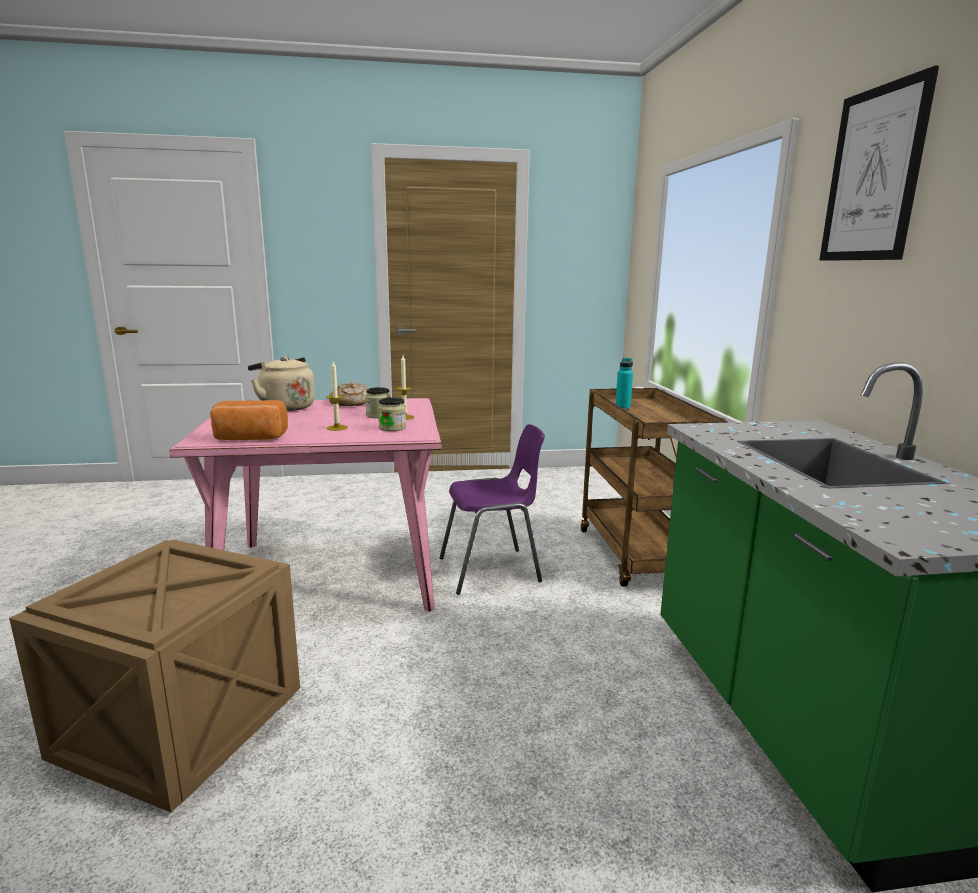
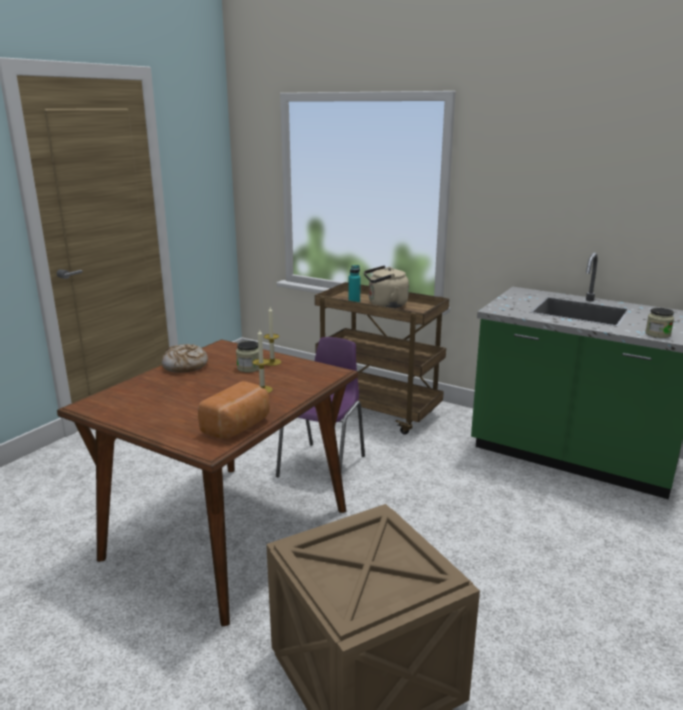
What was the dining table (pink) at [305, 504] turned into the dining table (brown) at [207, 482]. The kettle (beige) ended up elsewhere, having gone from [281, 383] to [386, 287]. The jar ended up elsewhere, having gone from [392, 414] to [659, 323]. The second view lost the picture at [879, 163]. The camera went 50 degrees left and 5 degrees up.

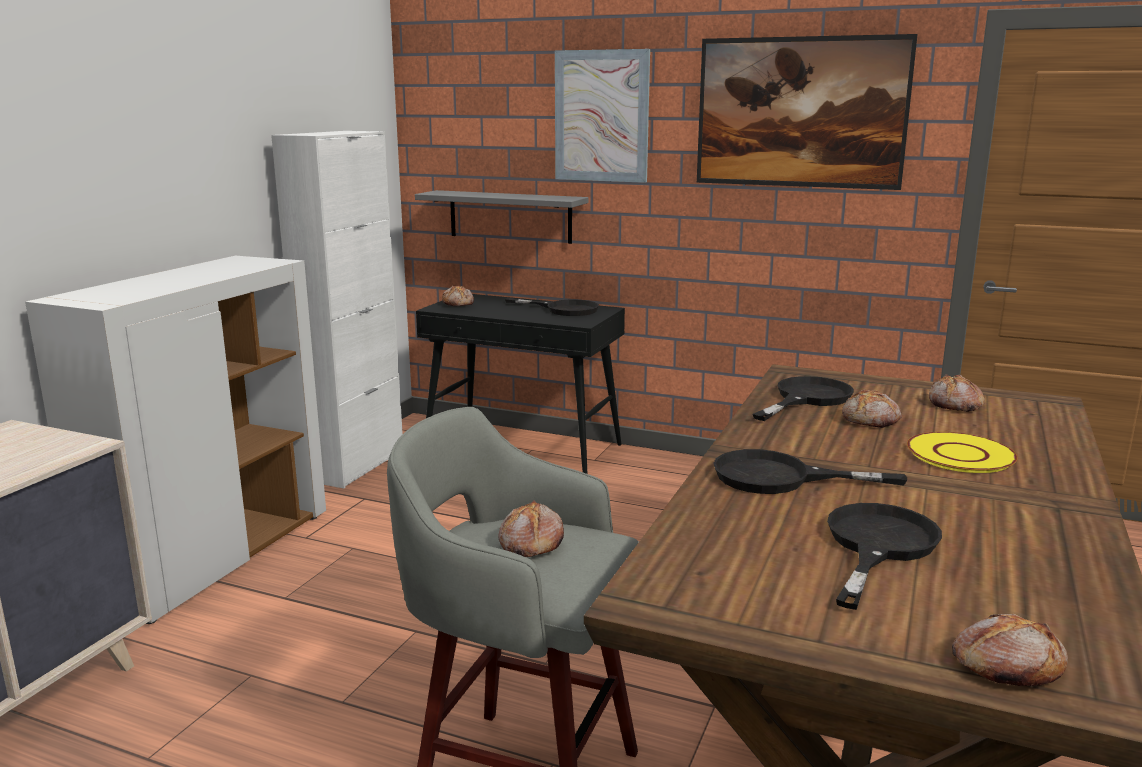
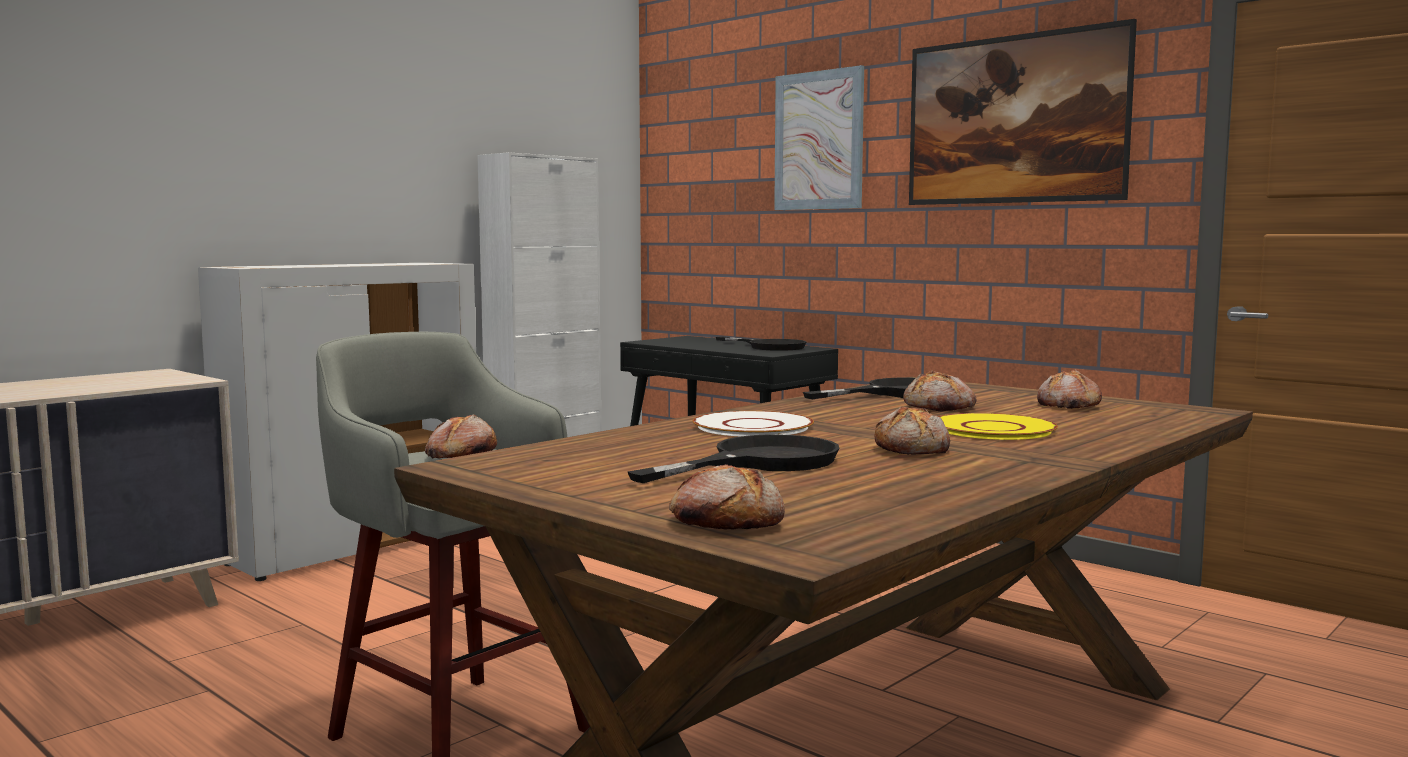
The second view lost the shelf (grey) at [501, 217]. The bread ended up elsewhere, having gone from [458, 296] to [912, 430]. Where the frying pan (black) stood at [810, 471], the plate (white) came to stand at [753, 424]. The camera went 20 degrees right and 10 degrees down.

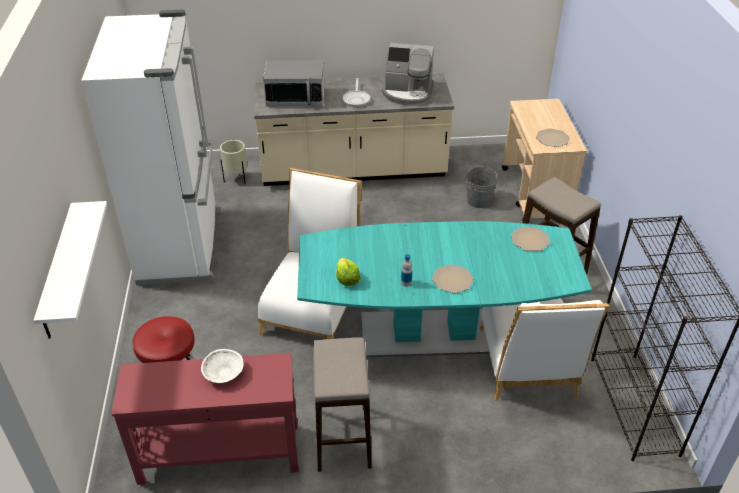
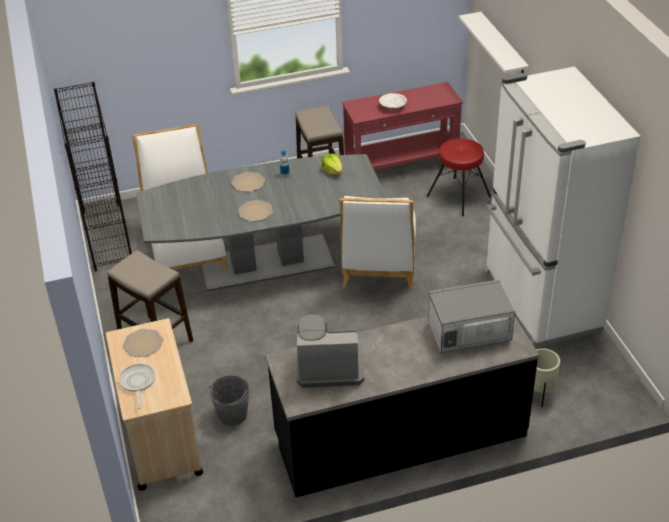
What was the counter (beige) at [354, 130] turned into the counter (black) at [402, 406]. What was the dining table (turquoise) at [444, 289] turned into the dining table (grey) at [261, 222]. The frying pan ended up elsewhere, having gone from [356, 92] to [137, 386]. The plate ended up elsewhere, having gone from [530, 239] to [255, 211]. The camera went 170 degrees right and 0 degrees up.

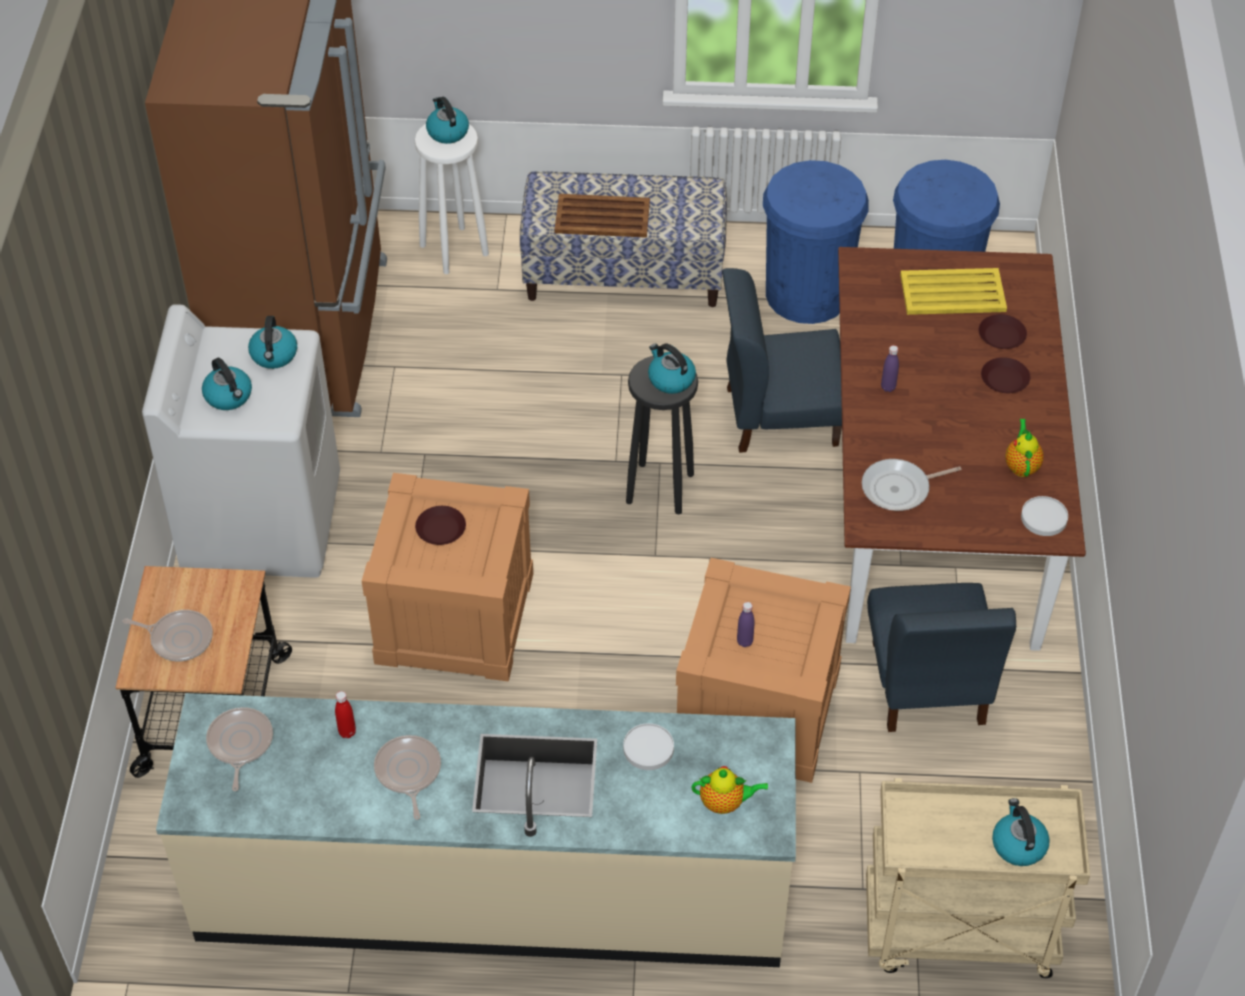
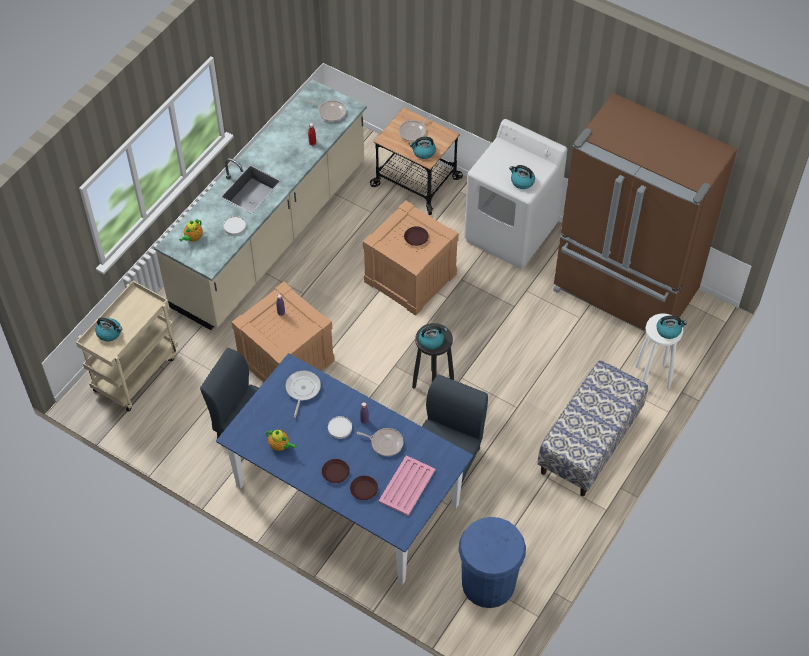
The kettle ended up elsewhere, having gone from [227, 384] to [422, 148]. The frying pan ended up elsewhere, having gone from [407, 777] to [380, 442]. The second view lost the tray (brown) at [602, 216]. The second view lost the trash can (blue) at [816, 242]. What was the dining table (brown) at [962, 449] turned into the dining table (blue) at [344, 469]. What was the tray (yellow) at [953, 291] turned into the tray (pink) at [407, 485]. The plate (white) ended up elsewhere, having gone from [1044, 516] to [340, 427]. The camera went 120 degrees right and 5 degrees up.

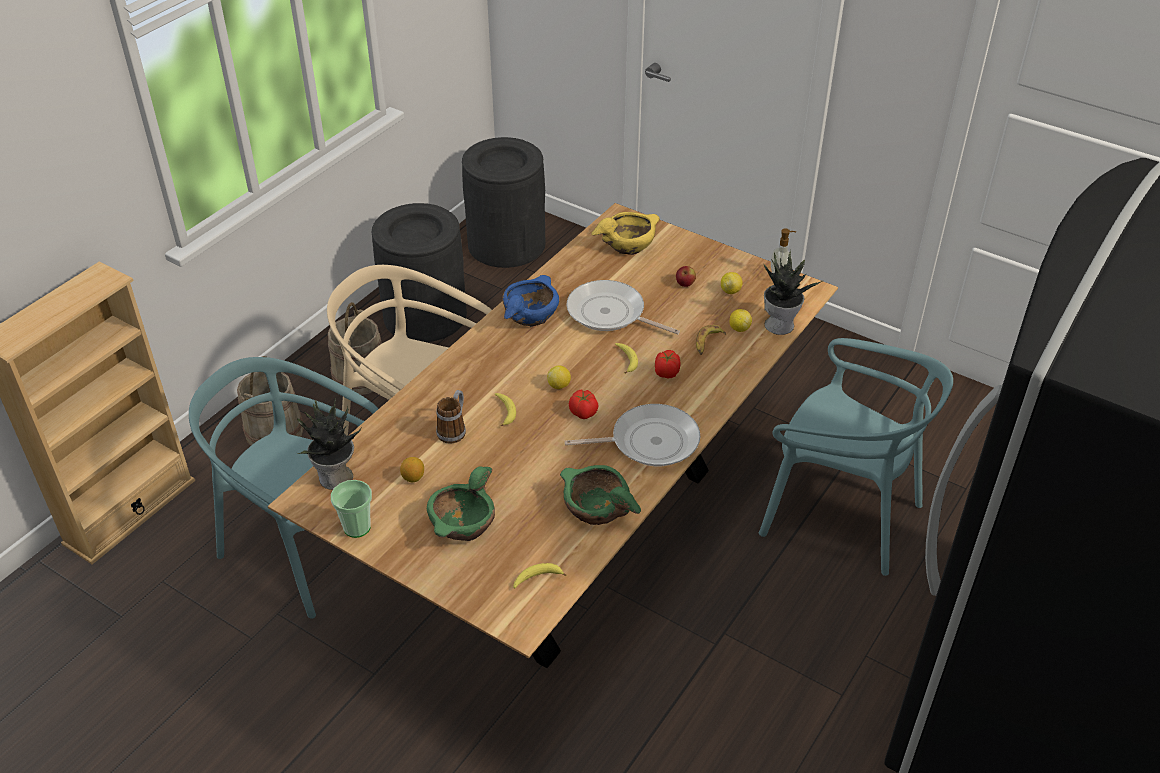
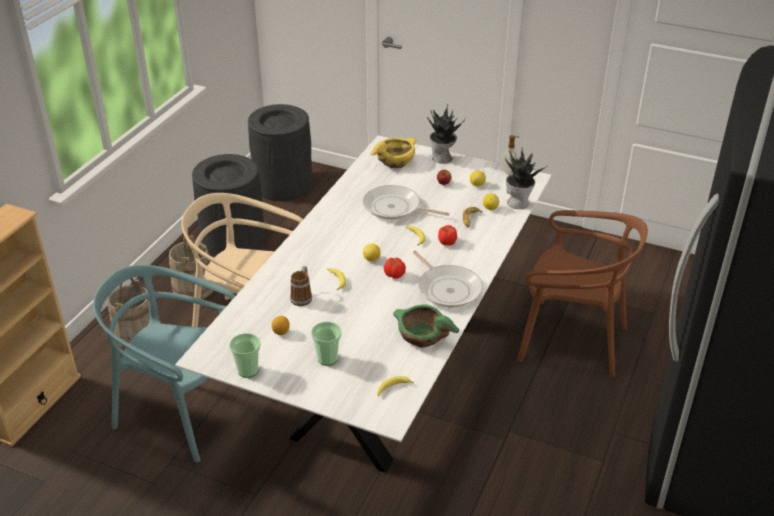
What was the dining table (brown) at [553, 435] turned into the dining table (white) at [363, 304]. The potted plant ended up elsewhere, having gone from [329, 444] to [446, 134]. Where the bowl (green) stood at [461, 503], the cup came to stand at [326, 344]. The second view lost the bowl (blue) at [530, 301]. The frying pan at [632, 435] ended up facing another way, 75 degrees clockwise from before. What was the chair (turquoise) at [856, 457] turned into the chair (brown) at [582, 293]. The camera went 10 degrees left and 5 degrees down.

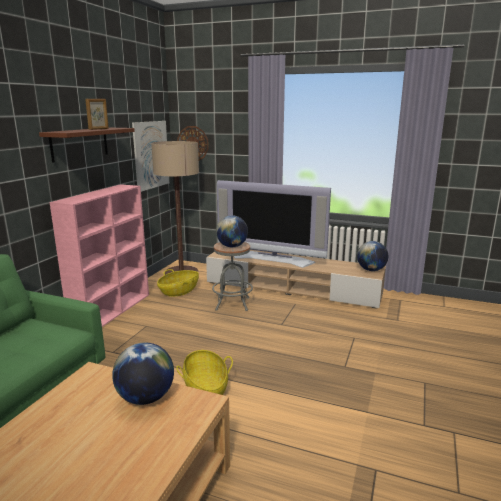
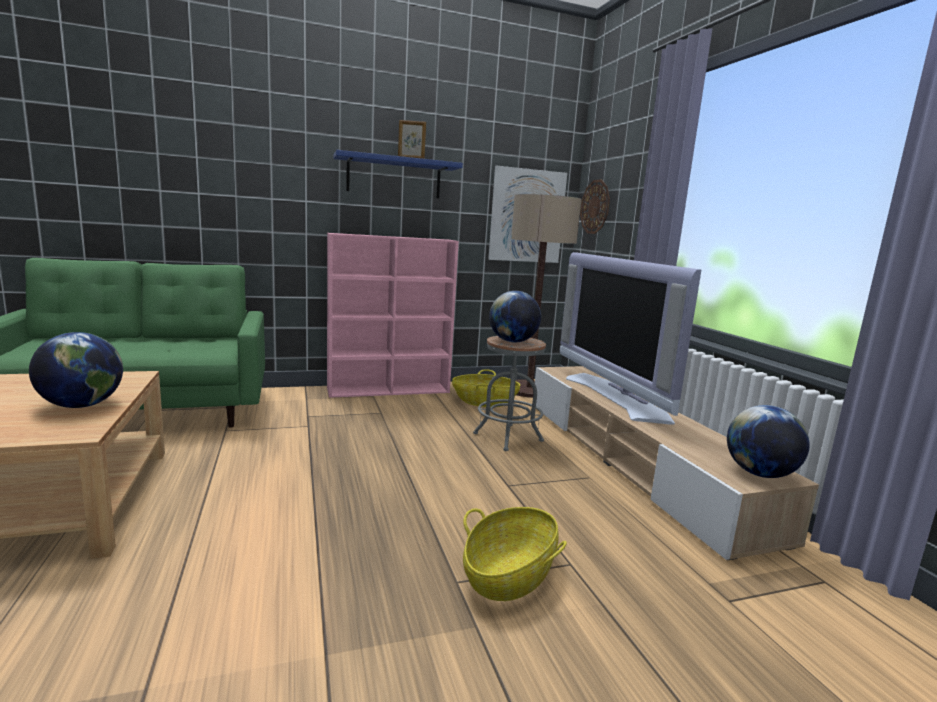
What was the shelf (brown) at [87, 145] turned into the shelf (blue) at [398, 174]. The basket ended up elsewhere, having gone from [204, 372] to [515, 554]. The camera went 50 degrees right and 5 degrees down.

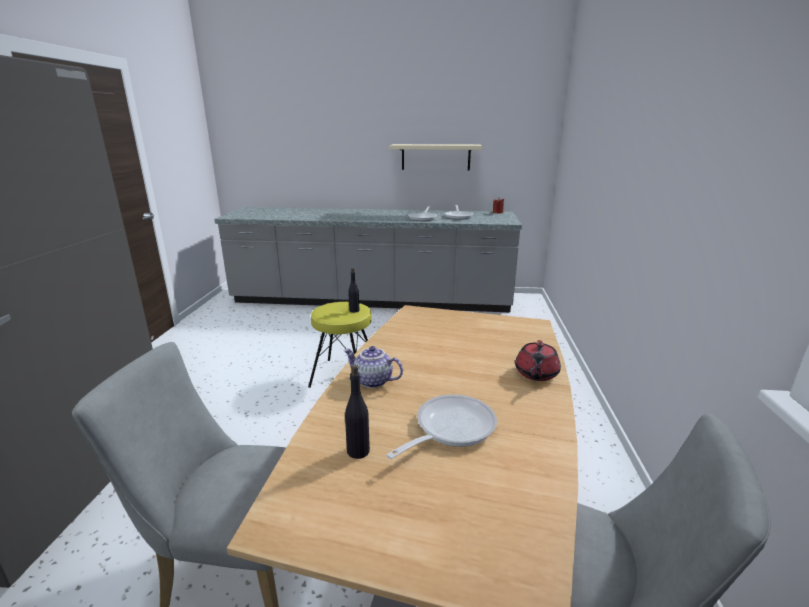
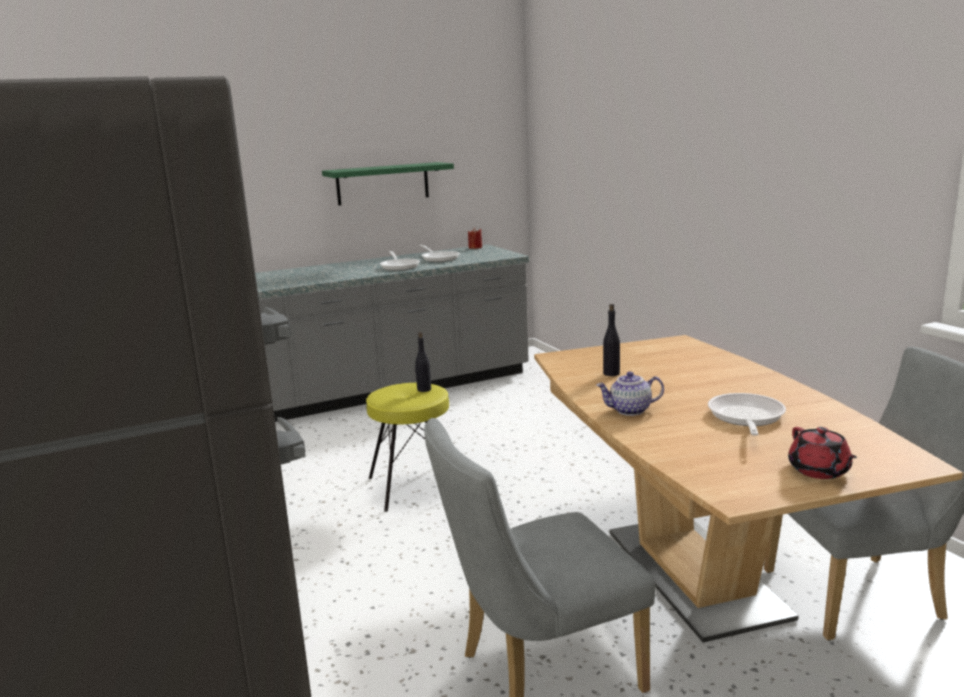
The bottle (black) ended up elsewhere, having gone from [357, 412] to [611, 340]. What was the shelf (beige) at [435, 157] turned into the shelf (green) at [388, 183]. The teapot (red) ended up elsewhere, having gone from [538, 360] to [822, 453]. The camera went 30 degrees left and 5 degrees down.

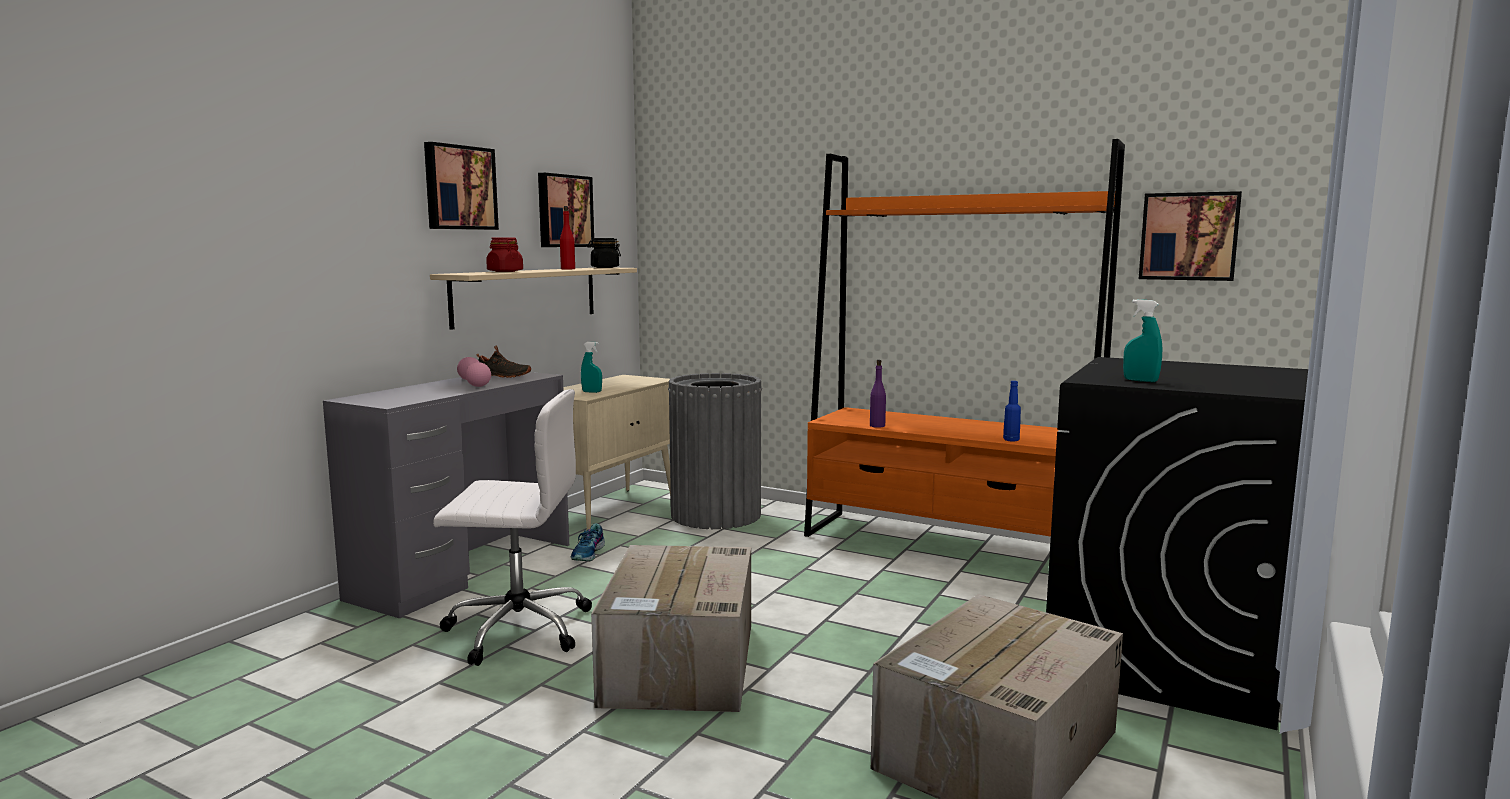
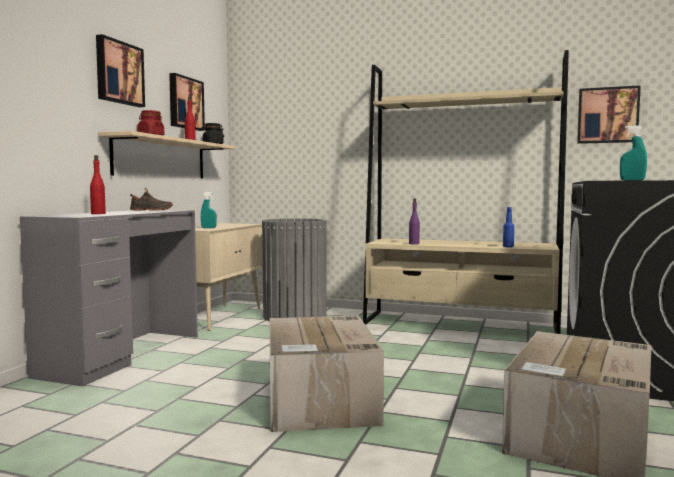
The second view lost the office chair (white) at [512, 527]. The second view lost the dumbbell (pink) at [474, 372]. The second view lost the shoe at [588, 542]. What was the bookcase (orange) at [964, 338] turned into the bookcase (beige) at [466, 192]. The second view gained the bottle (red) at [98, 184]. The camera went 10 degrees left and 5 degrees down.

